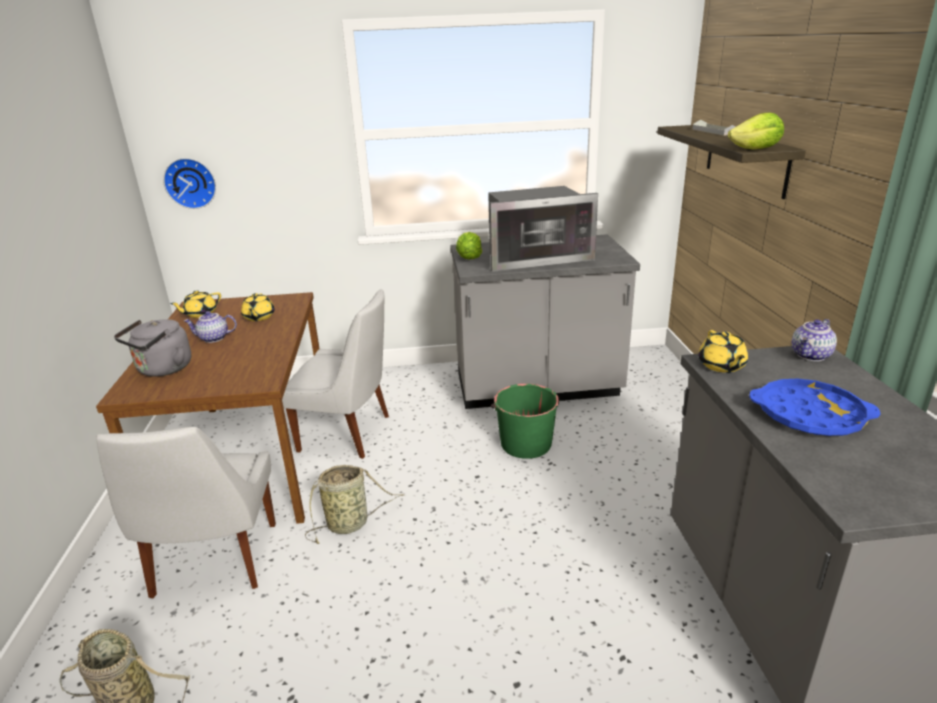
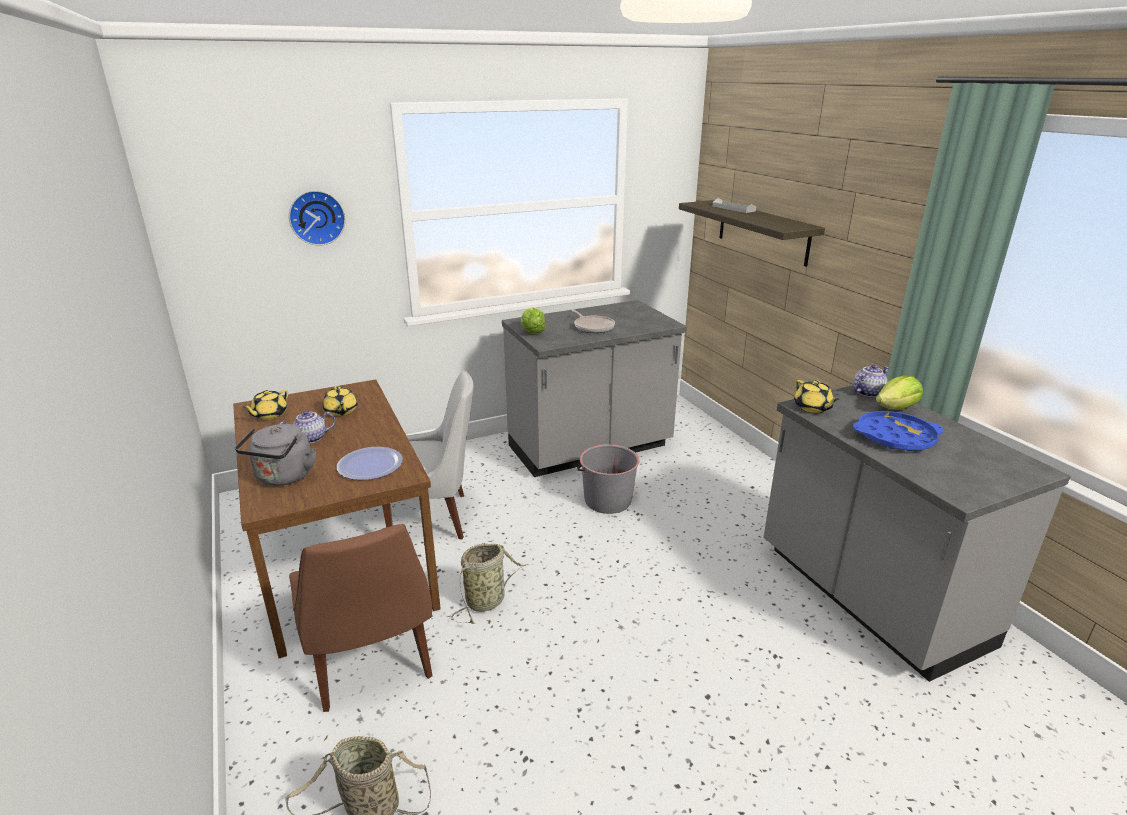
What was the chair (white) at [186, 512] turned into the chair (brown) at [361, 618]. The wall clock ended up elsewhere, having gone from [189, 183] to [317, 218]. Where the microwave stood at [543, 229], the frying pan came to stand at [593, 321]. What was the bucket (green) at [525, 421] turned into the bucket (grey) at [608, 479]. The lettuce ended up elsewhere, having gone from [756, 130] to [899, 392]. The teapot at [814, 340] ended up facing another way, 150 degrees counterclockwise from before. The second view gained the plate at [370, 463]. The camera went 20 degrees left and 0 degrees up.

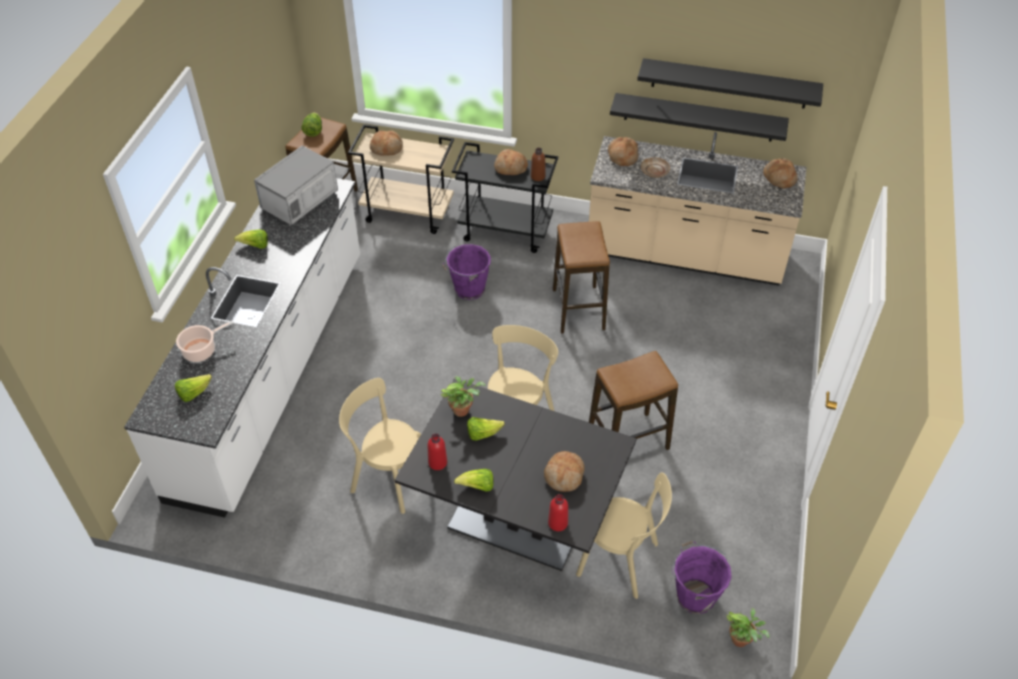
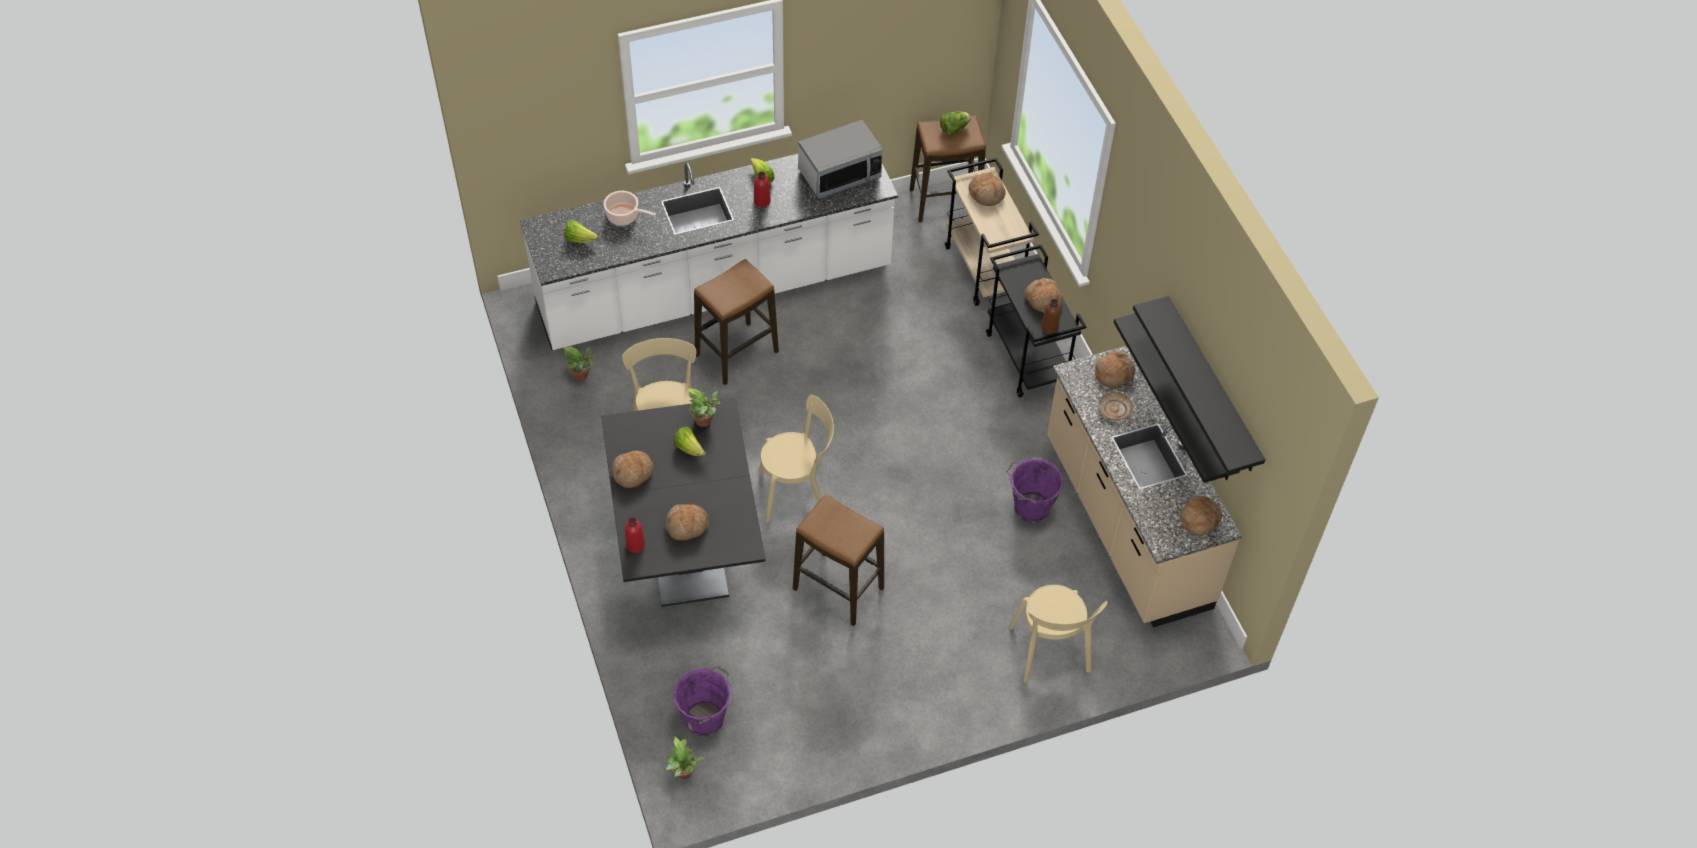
The microwave at [296, 185] ended up facing another way, 150 degrees clockwise from before. The bottle (red) ended up elsewhere, having gone from [437, 451] to [762, 189]. The bucket (purple) ended up elsewhere, having gone from [466, 272] to [1035, 490]. Where the lettuce stood at [473, 480], the bread came to stand at [633, 469]. The stool ended up elsewhere, having gone from [581, 277] to [736, 322]. The chair (beige) ended up elsewhere, having gone from [624, 536] to [1058, 634]. The second view gained the potted plant at [578, 363]. The camera went 55 degrees right and 5 degrees up.

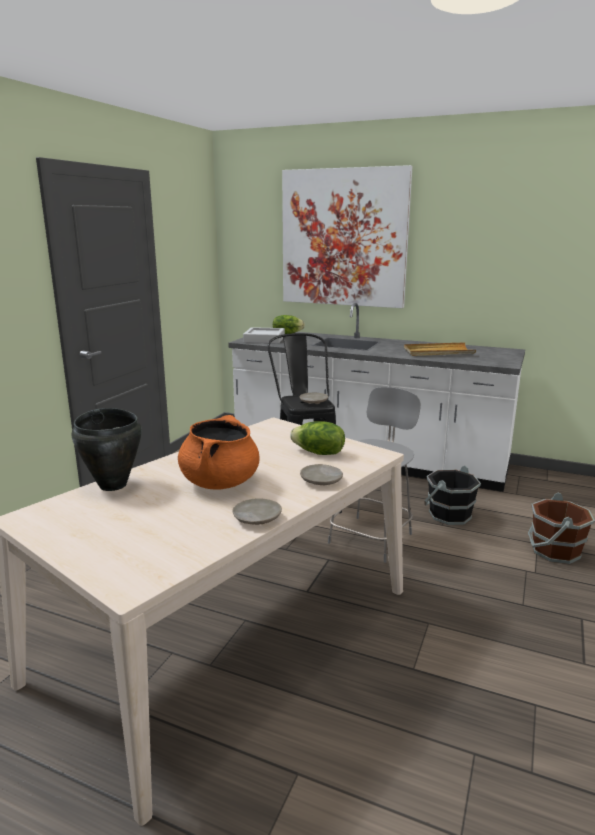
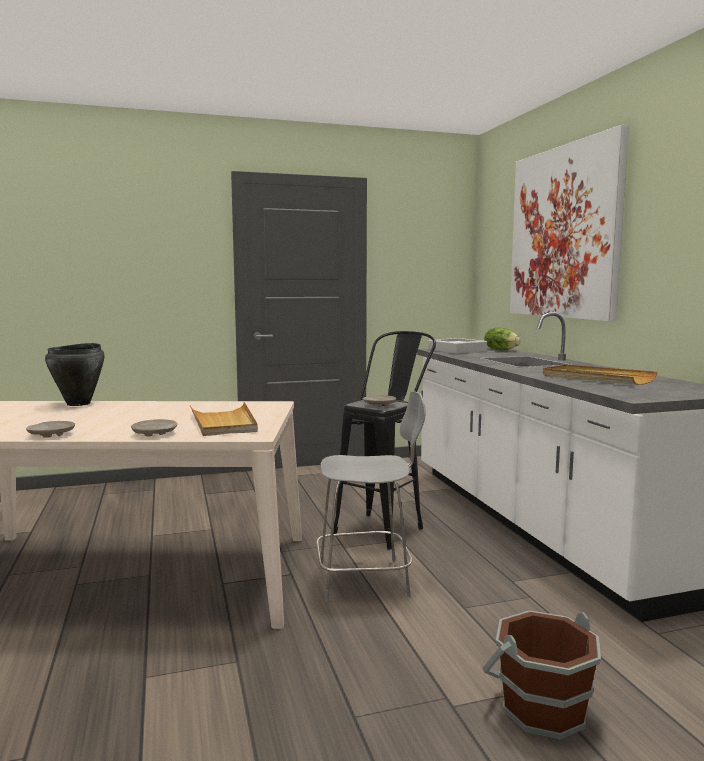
The second view lost the cooking pot (orange) at [219, 452]. Where the lettuce stood at [317, 438], the tray (beige) came to stand at [224, 419]. The second view lost the bucket (black) at [452, 495]. The camera went 50 degrees right and 10 degrees down.

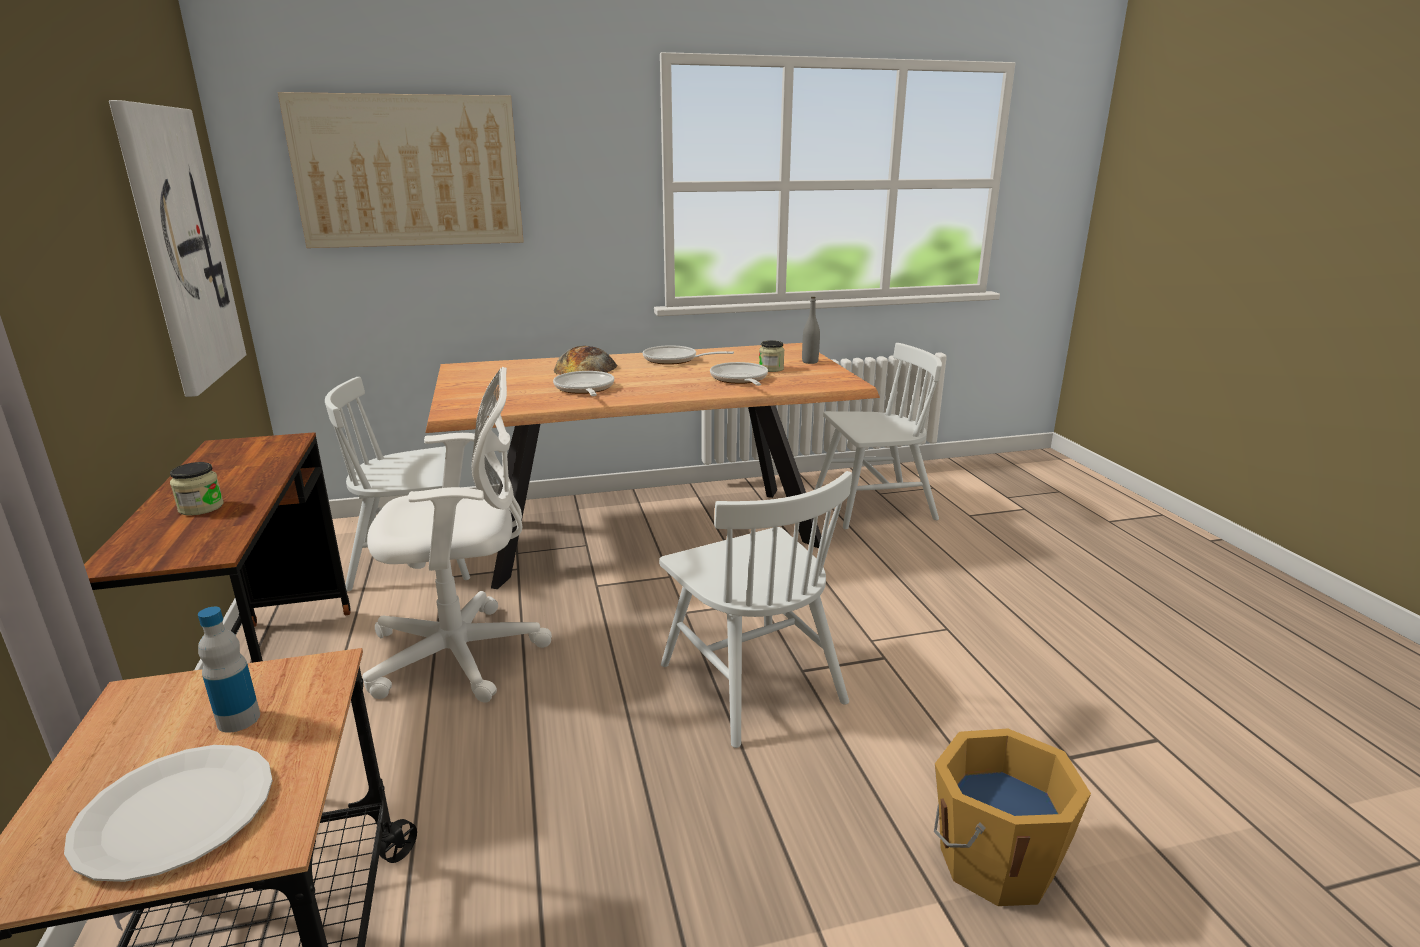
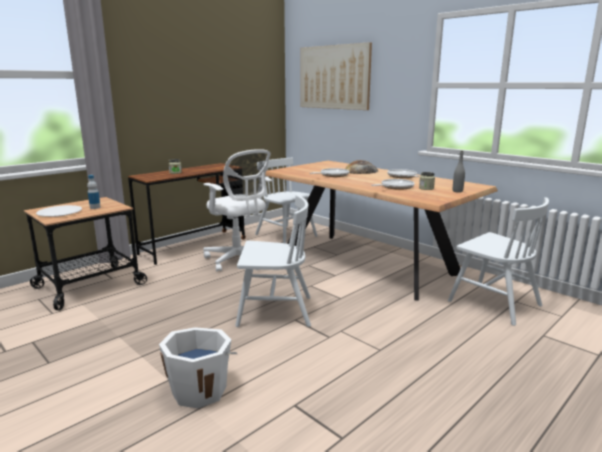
The second view lost the picture at [177, 248]. The chair (white) at [755, 609] ended up facing another way, 120 degrees counterclockwise from before. What was the bucket (orange) at [1012, 817] turned into the bucket (white) at [198, 367]. The camera went 60 degrees right and 5 degrees down.

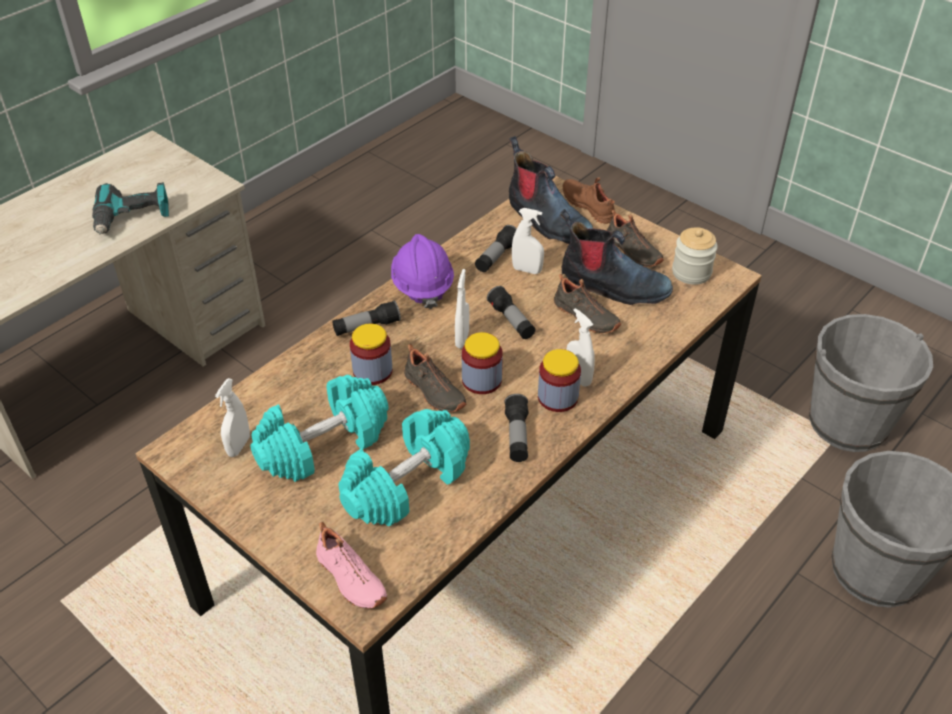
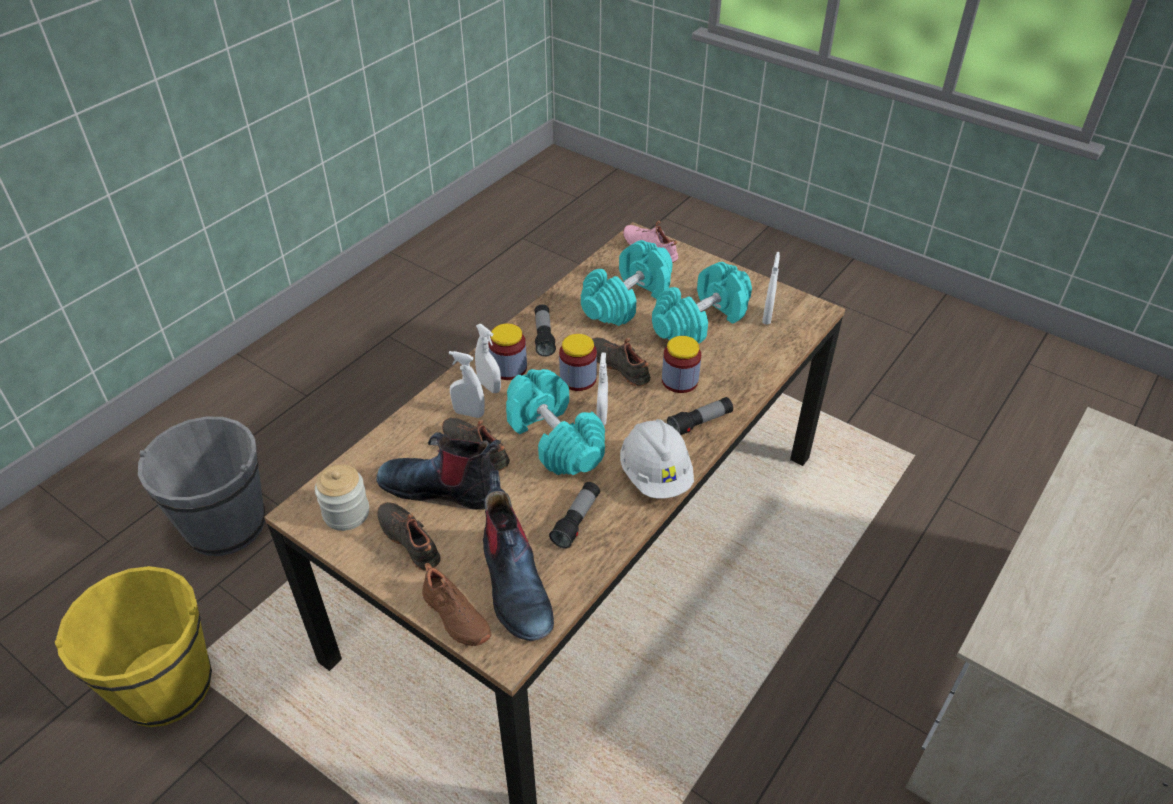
The second view lost the power drill at [130, 208]. What was the hard hat (purple) at [422, 271] turned into the hard hat (white) at [657, 459]. Where the flashlight stood at [511, 312], the dumbbell (turquoise) came to stand at [555, 422]. The boot at [551, 190] ended up facing another way, 150 degrees counterclockwise from before. The spray bottle (white) ended up elsewhere, having gone from [528, 241] to [467, 384]. What was the bucket (grey) at [871, 383] turned into the bucket (yellow) at [133, 646]. The camera went 175 degrees right and 0 degrees up.

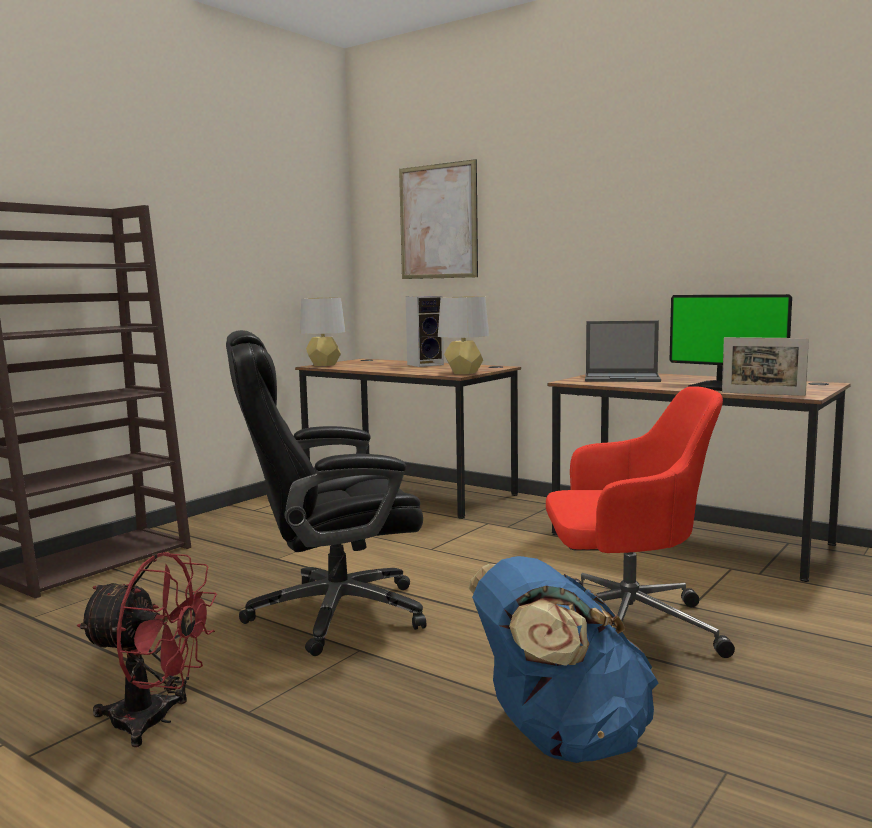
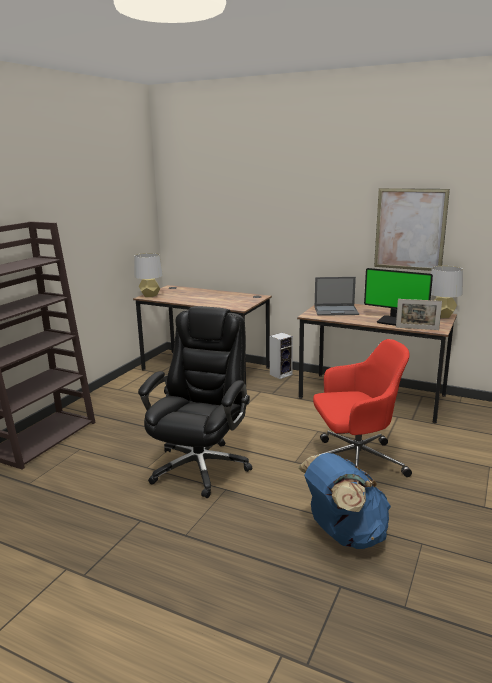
The second view lost the fan (red) at [147, 649]. The office chair (black) at [326, 493] ended up facing another way, 135 degrees clockwise from before. The picture ended up elsewhere, having gone from [438, 219] to [412, 229]. The speaker ended up elsewhere, having gone from [425, 331] to [281, 356]. The table lamp (grey) ended up elsewhere, having gone from [463, 335] to [447, 292]. The camera went 10 degrees left and 10 degrees up.

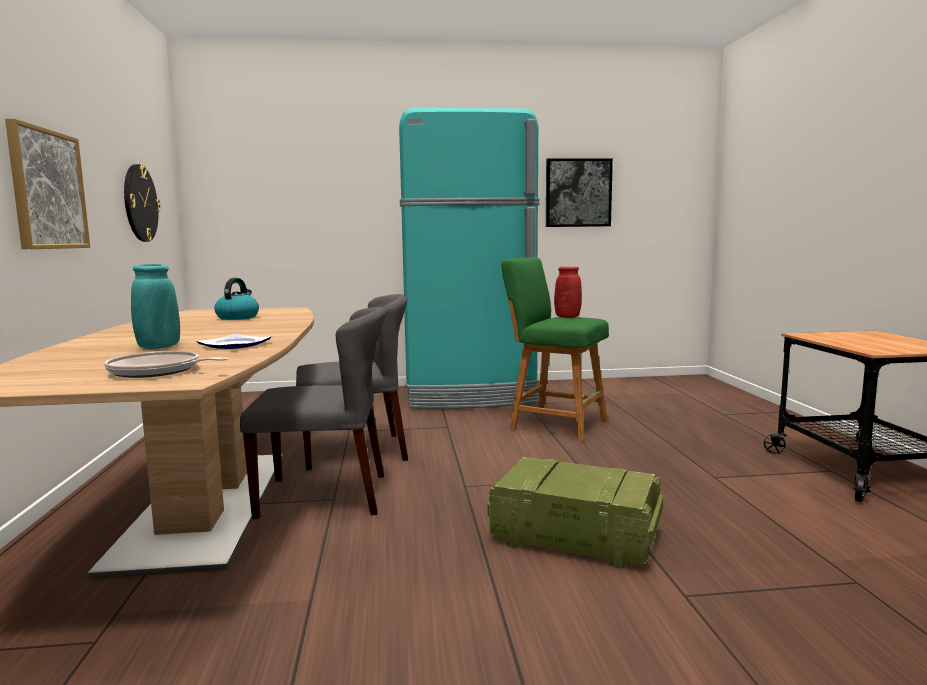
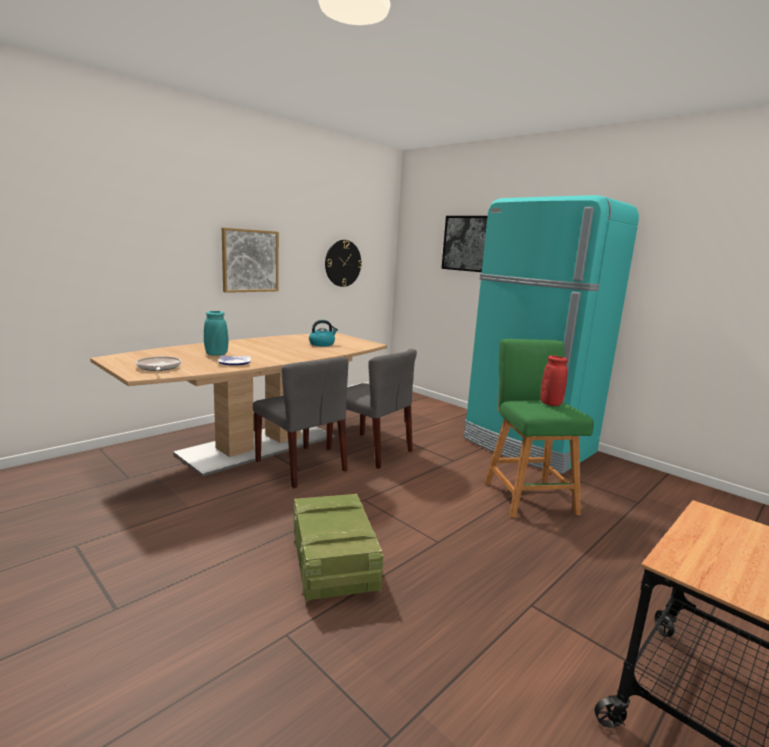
The picture ended up elsewhere, having gone from [579, 192] to [464, 244]. The camera went 50 degrees right and 5 degrees up.

